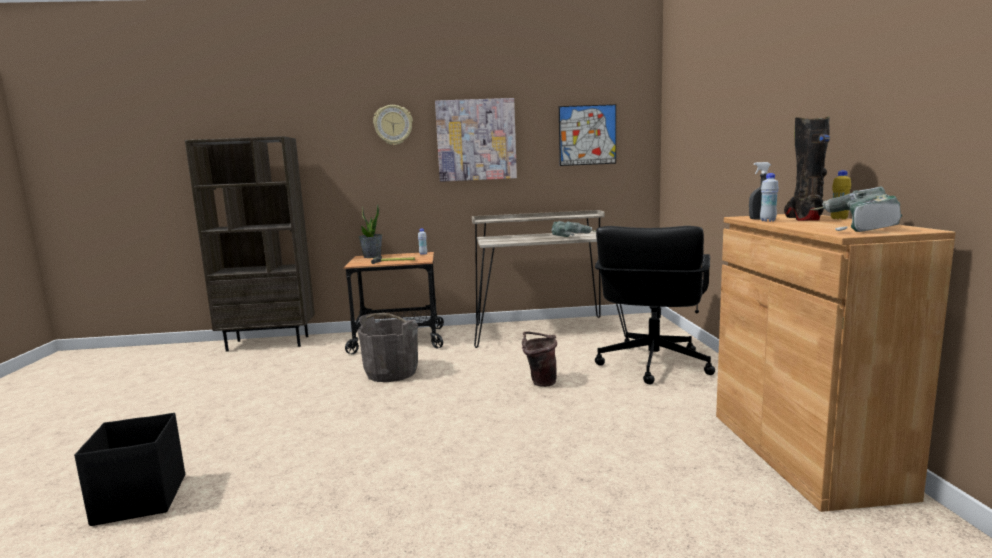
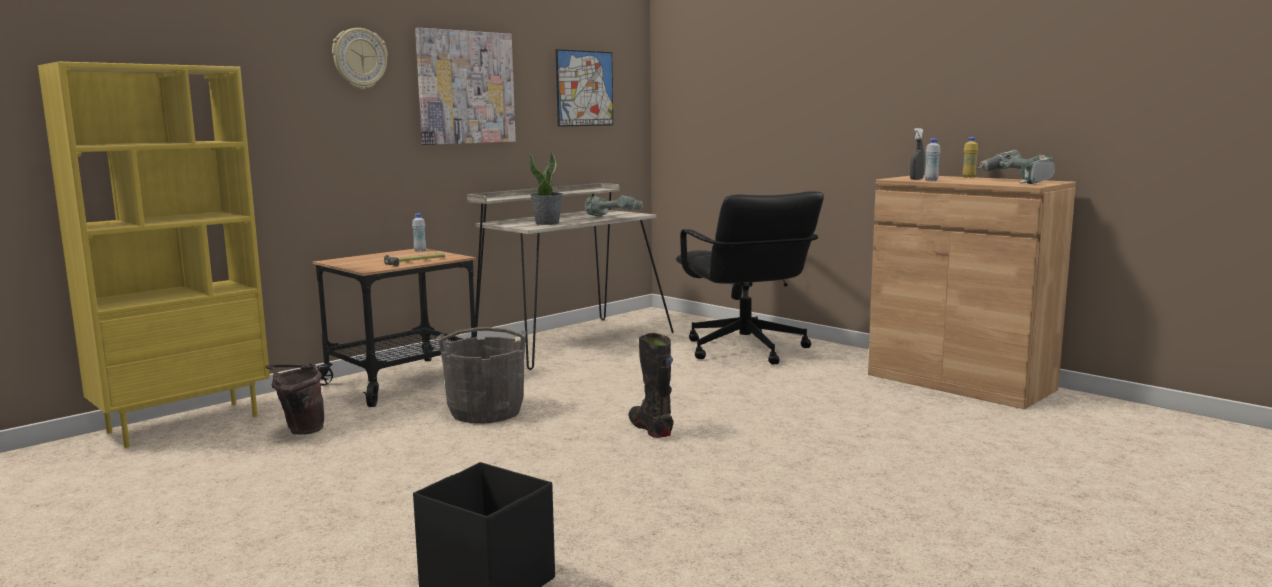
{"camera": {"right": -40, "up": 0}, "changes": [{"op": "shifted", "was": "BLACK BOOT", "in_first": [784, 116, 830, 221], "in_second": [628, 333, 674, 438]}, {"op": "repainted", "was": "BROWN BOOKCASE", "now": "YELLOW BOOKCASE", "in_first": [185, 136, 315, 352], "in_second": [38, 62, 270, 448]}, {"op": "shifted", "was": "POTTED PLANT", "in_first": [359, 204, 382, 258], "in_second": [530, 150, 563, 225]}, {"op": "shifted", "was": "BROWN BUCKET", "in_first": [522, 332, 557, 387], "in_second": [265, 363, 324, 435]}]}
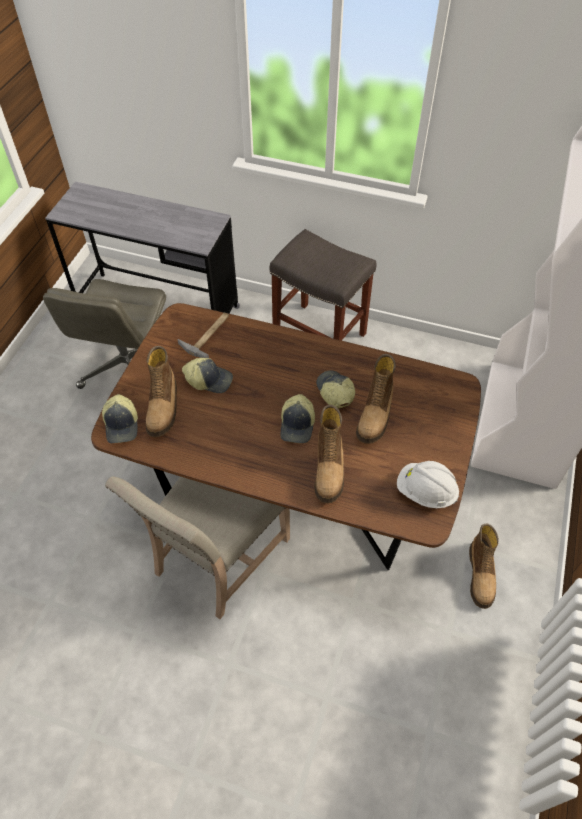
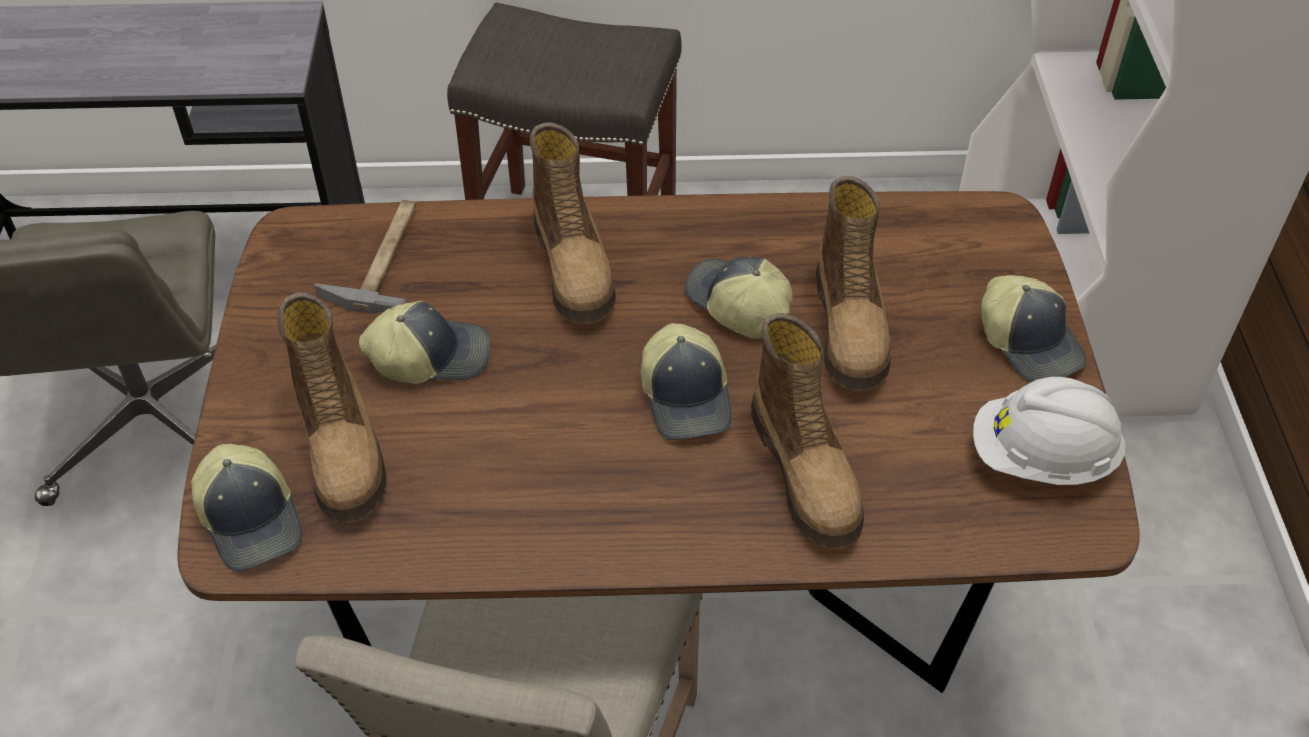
{"camera": {"right": -20, "up": -5}, "changes": [{"op": "shifted", "was": "BOOT", "in_first": [469, 524, 499, 609], "in_second": [530, 122, 616, 324]}, {"op": "new", "now": "CAP", "in_second": [981, 275, 1087, 383]}]}
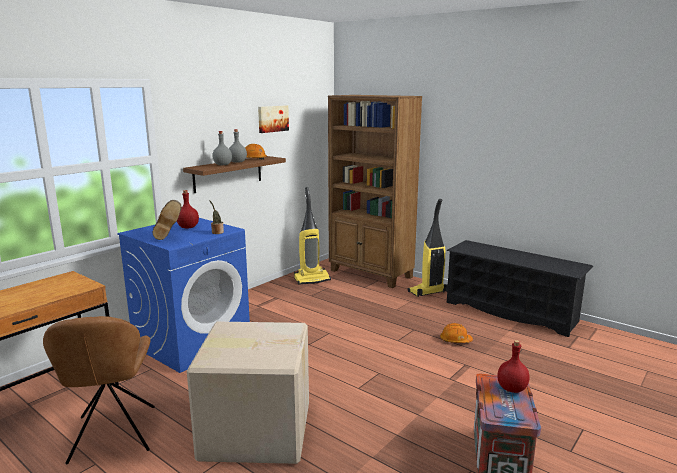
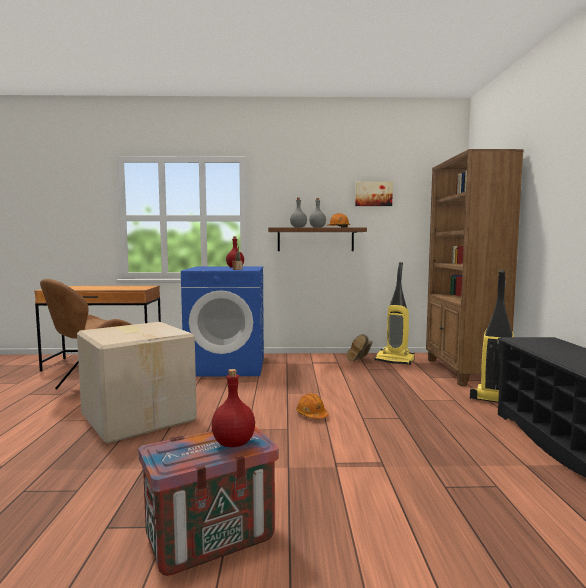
{"camera": {"right": 50, "up": -10}, "changes": [{"op": "shifted", "was": "BROWN BOOT", "in_first": [152, 200, 181, 240], "in_second": [347, 334, 373, 361]}, {"op": "shifted", "was": "ORANGE HARD HAT", "in_first": [440, 323, 473, 343], "in_second": [296, 393, 329, 419]}]}
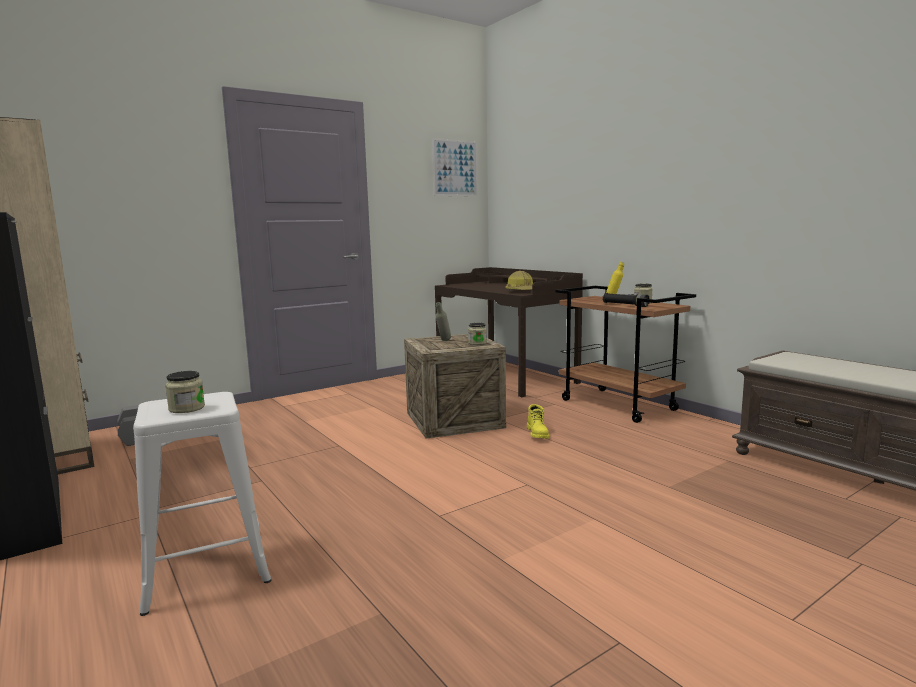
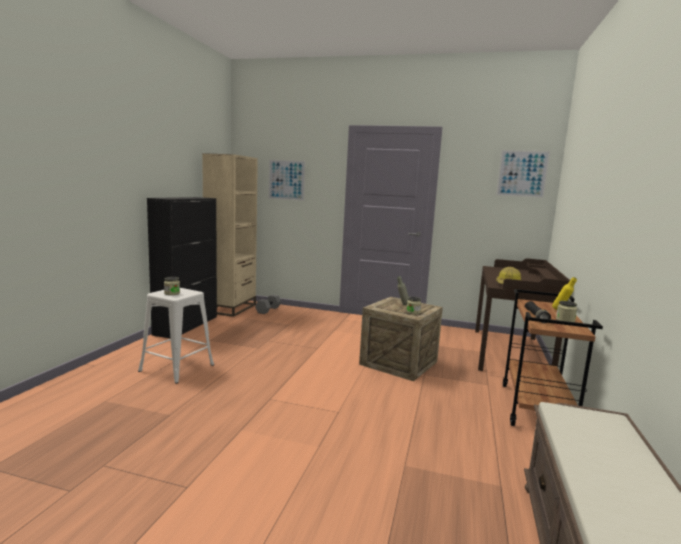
{"camera": {"right": 50, "up": 0}, "changes": [{"op": "gone", "was": "YELLOW BOOT", "in_first": [527, 404, 549, 438]}, {"op": "new", "now": "PICTURE", "in_second": [268, 159, 306, 201]}]}
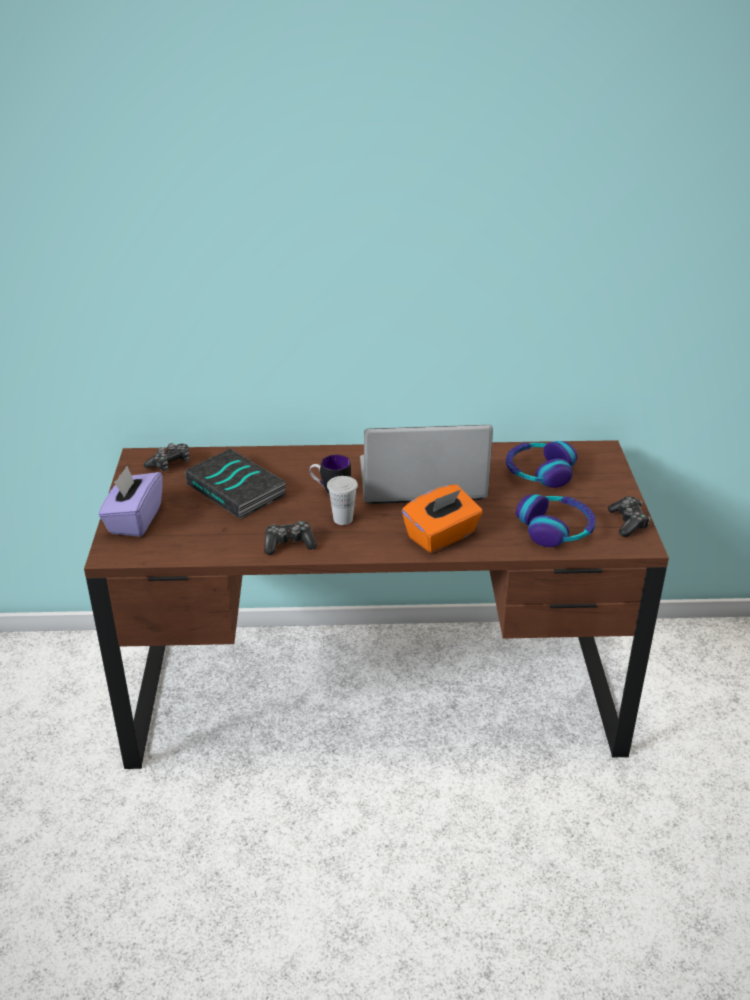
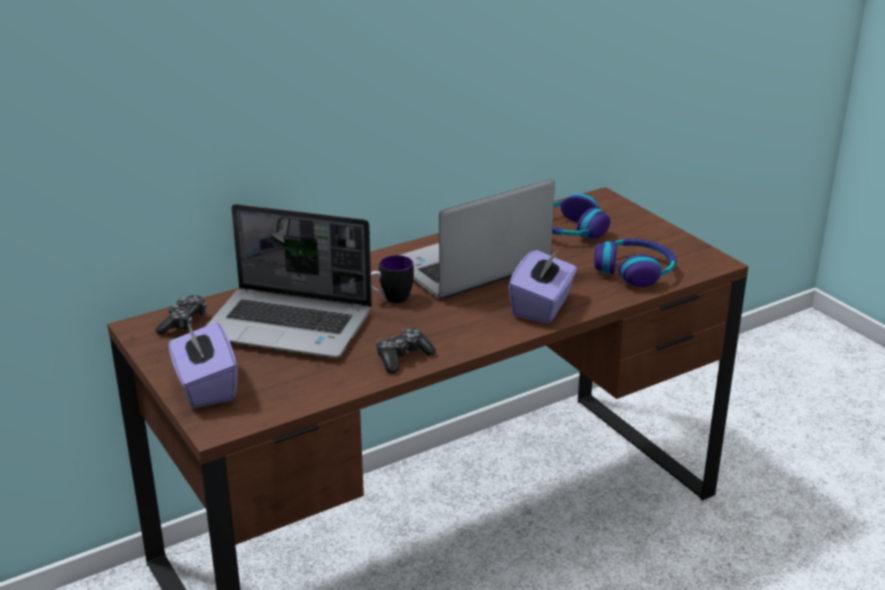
{"camera": {"right": -30, "up": -5}, "changes": [{"op": "swapped", "was": "BOOK", "now": "LAPTOP", "in_first": [185, 449, 286, 519], "in_second": [206, 204, 372, 358]}, {"op": "gone", "was": "WHITE CUP", "in_first": [327, 476, 358, 525]}, {"op": "repainted", "was": "ORANGE TISSUE BOX", "now": "PURPLE TISSUE BOX", "in_first": [402, 485, 483, 553], "in_second": [508, 248, 577, 323]}, {"op": "gone", "was": "GAME CONTROLLER", "in_first": [608, 496, 650, 537]}]}
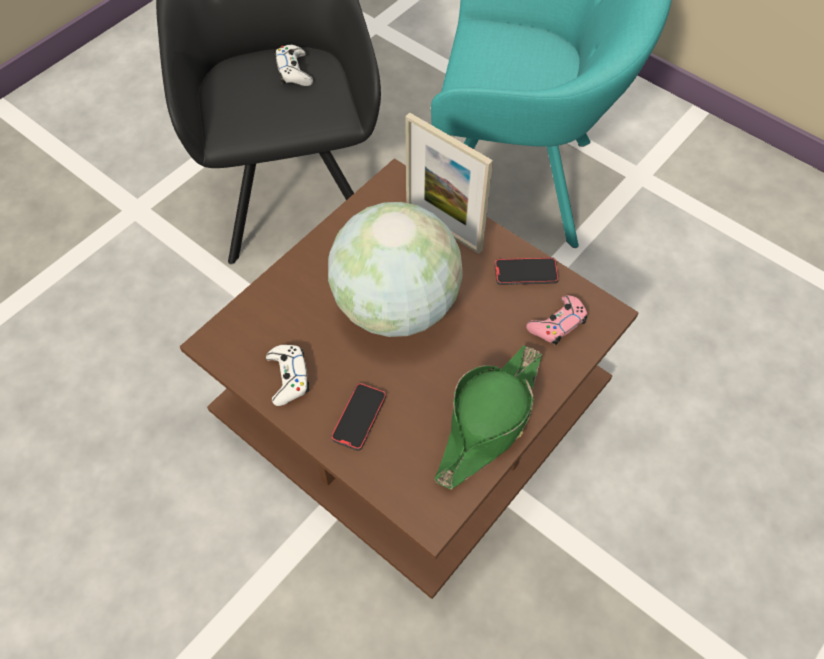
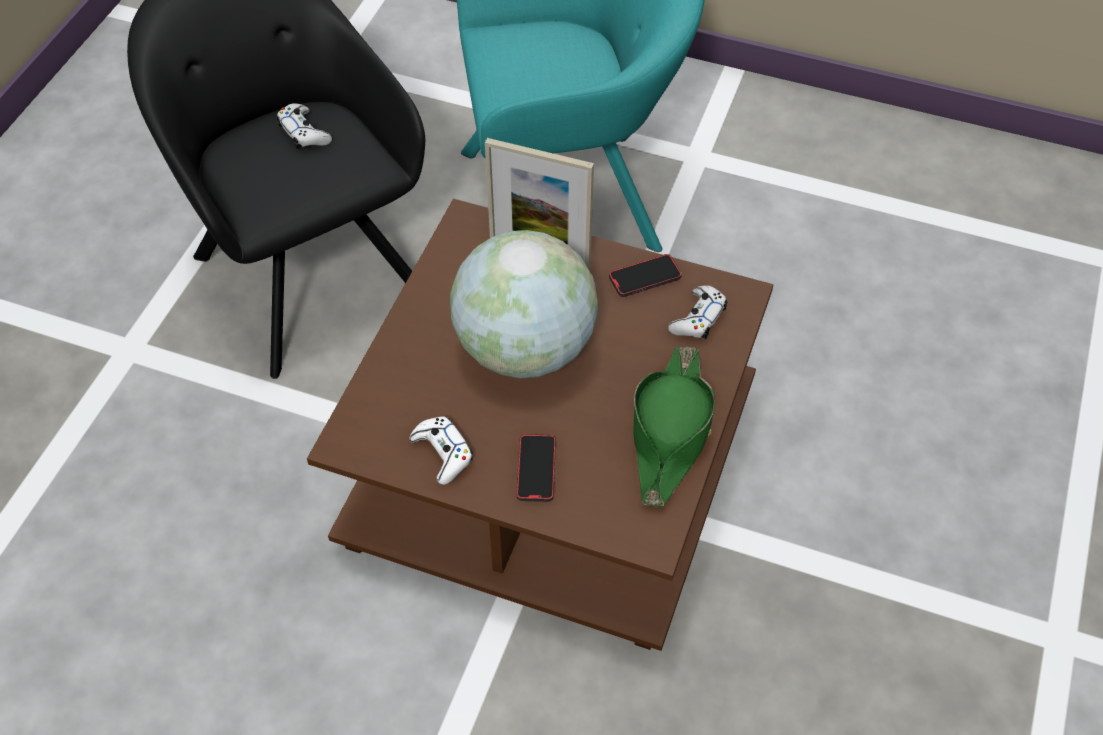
{"camera": {"right": -20, "up": -5}, "changes": [{"op": "repainted", "was": "PINK GAME CONTROLLER", "now": "WHITE GAME CONTROLLER", "in_first": [526, 295, 588, 345], "in_second": [668, 285, 727, 339]}]}
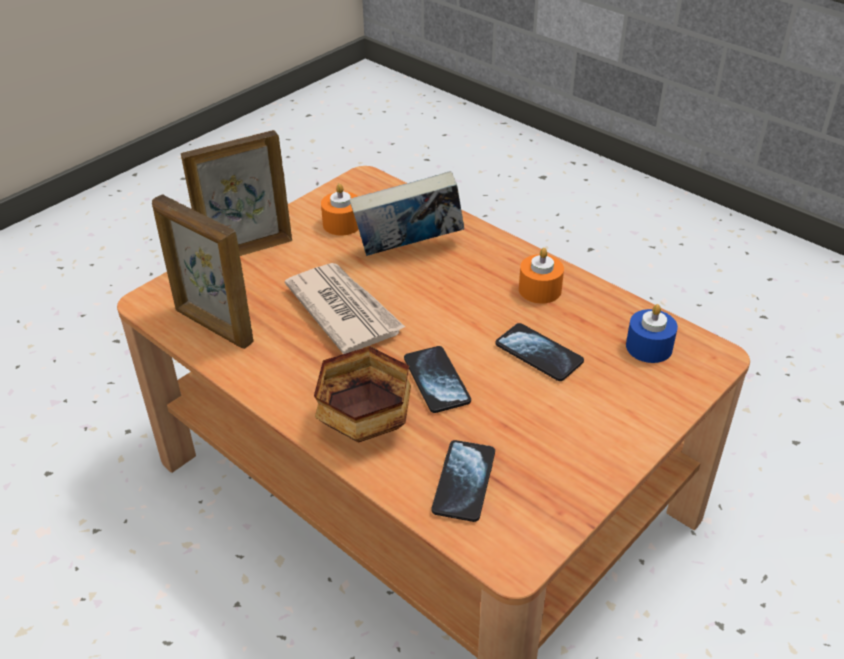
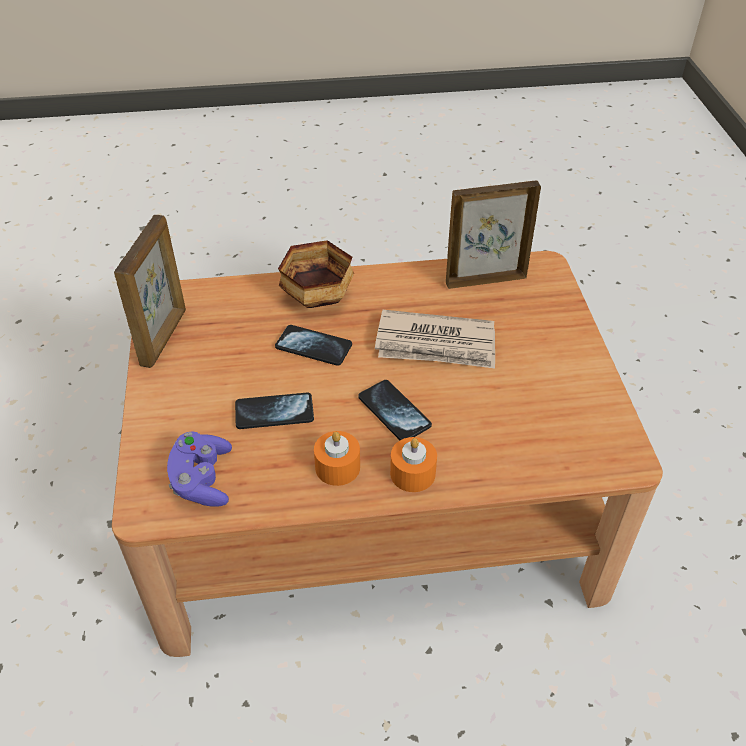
{"camera": {"right": 130, "up": 5}, "changes": [{"op": "shifted", "was": "PICTURE FRAME", "in_first": [181, 130, 292, 256], "in_second": [114, 215, 186, 368]}, {"op": "gone", "was": "BOOK", "in_first": [349, 171, 464, 256]}, {"op": "shifted", "was": "ORANGE CANDLE", "in_first": [321, 184, 359, 236], "in_second": [390, 437, 437, 492]}, {"op": "swapped", "was": "BLUE CANDLE", "now": "PURPLE GAME CONTROLLER", "in_first": [626, 304, 678, 363], "in_second": [167, 431, 232, 507]}, {"op": "shifted", "was": "PHONE", "in_first": [431, 440, 495, 522], "in_second": [358, 380, 432, 440]}]}
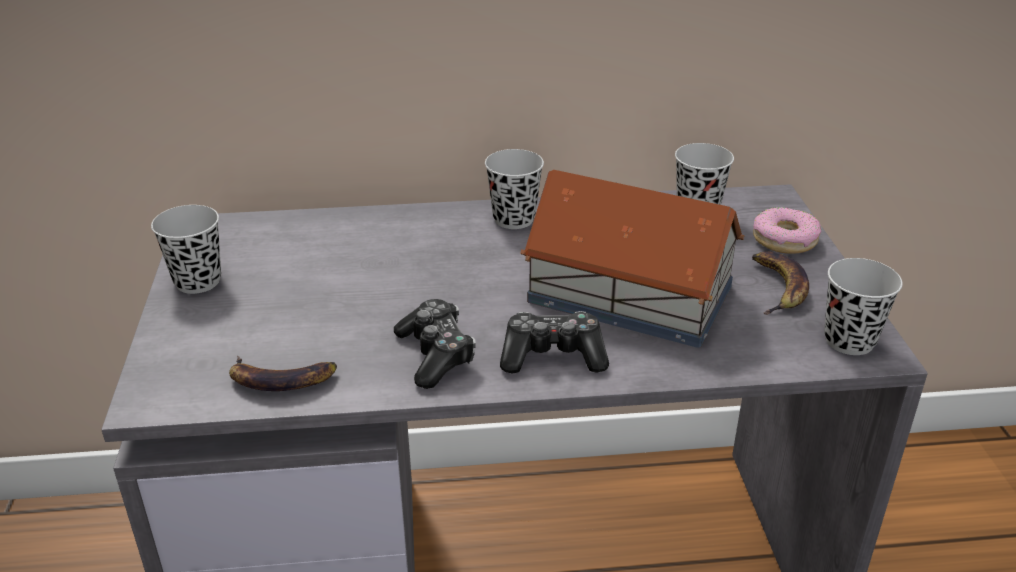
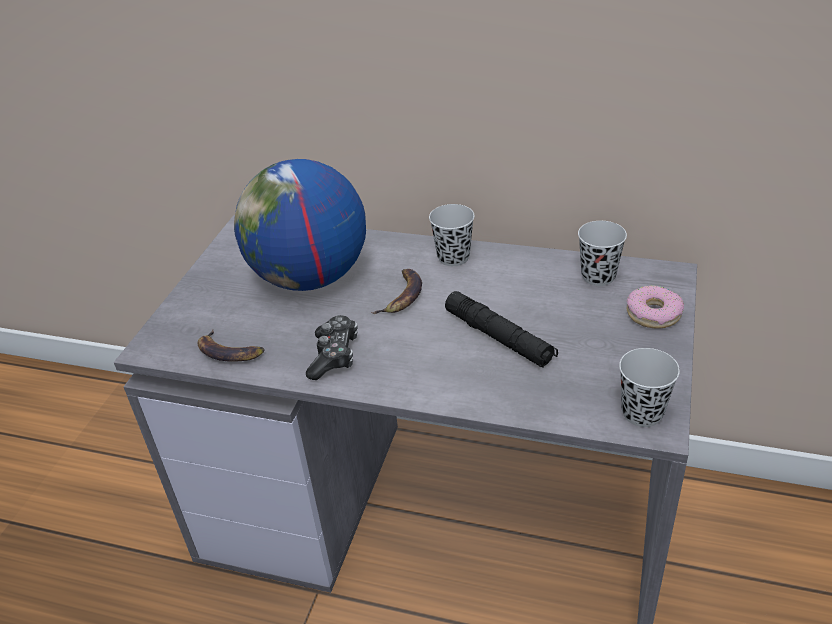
{"camera": {"right": 25, "up": 5}, "changes": [{"op": "swapped", "was": "TOY HOUSE", "now": "BLACK FLASHLIGHT", "in_first": [520, 170, 744, 348], "in_second": [445, 291, 558, 368]}, {"op": "gone", "was": "BLACK CUP", "in_first": [151, 205, 221, 294]}, {"op": "shifted", "was": "BANANA", "in_first": [752, 251, 809, 315], "in_second": [371, 269, 422, 314]}, {"op": "gone", "was": "GAME CONTROLLER", "in_first": [500, 311, 609, 373]}, {"op": "new", "now": "GLOBE", "in_second": [234, 159, 366, 291]}]}
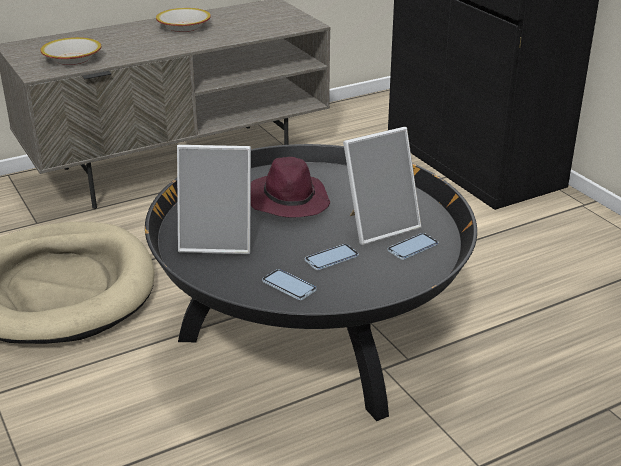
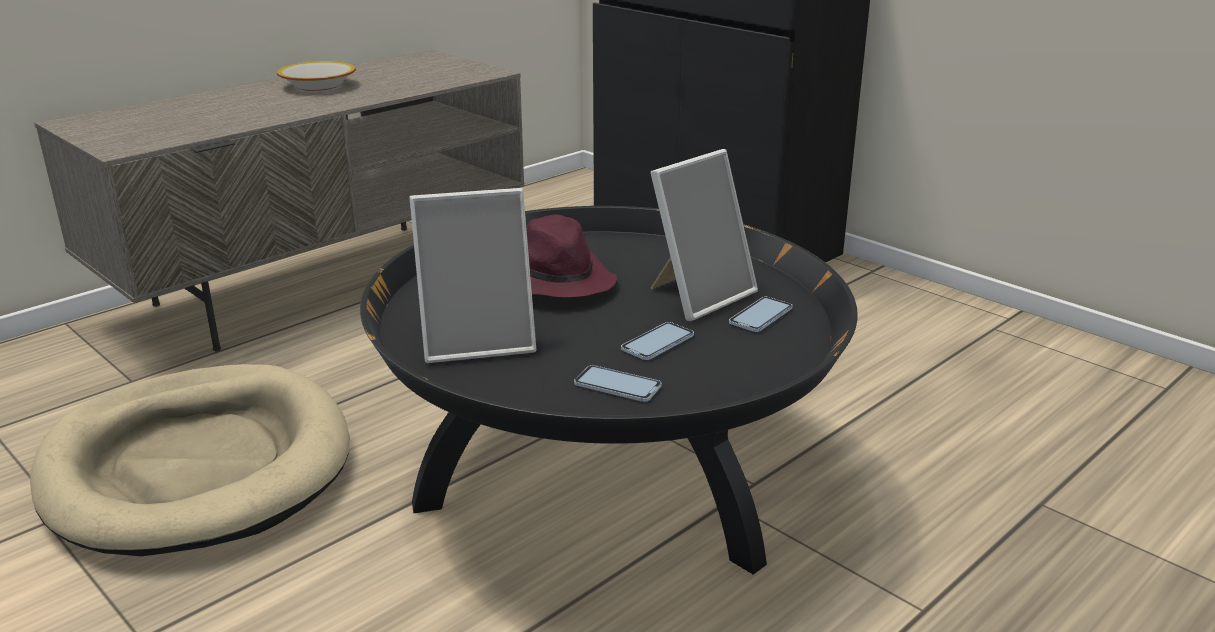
{"camera": {"right": -15, "up": -5}, "changes": [{"op": "gone", "was": "BOWL", "in_first": [40, 37, 101, 65]}]}
